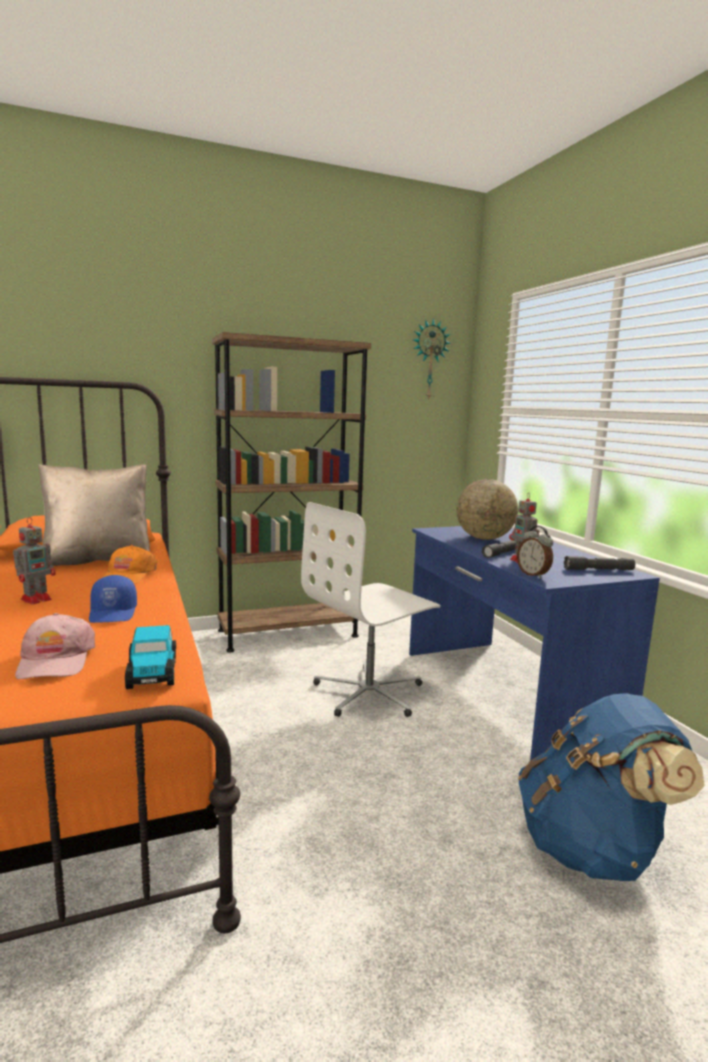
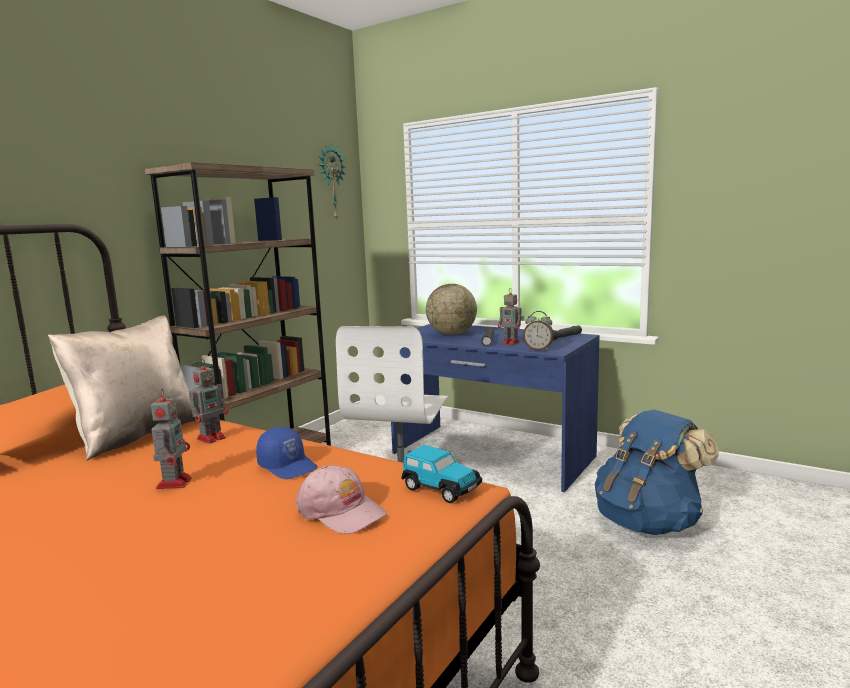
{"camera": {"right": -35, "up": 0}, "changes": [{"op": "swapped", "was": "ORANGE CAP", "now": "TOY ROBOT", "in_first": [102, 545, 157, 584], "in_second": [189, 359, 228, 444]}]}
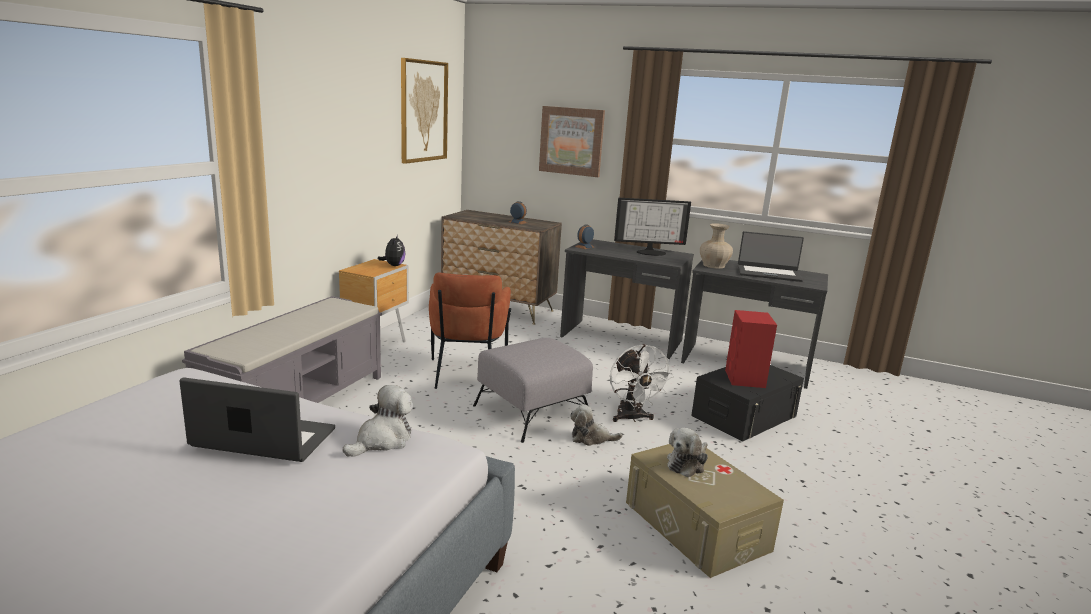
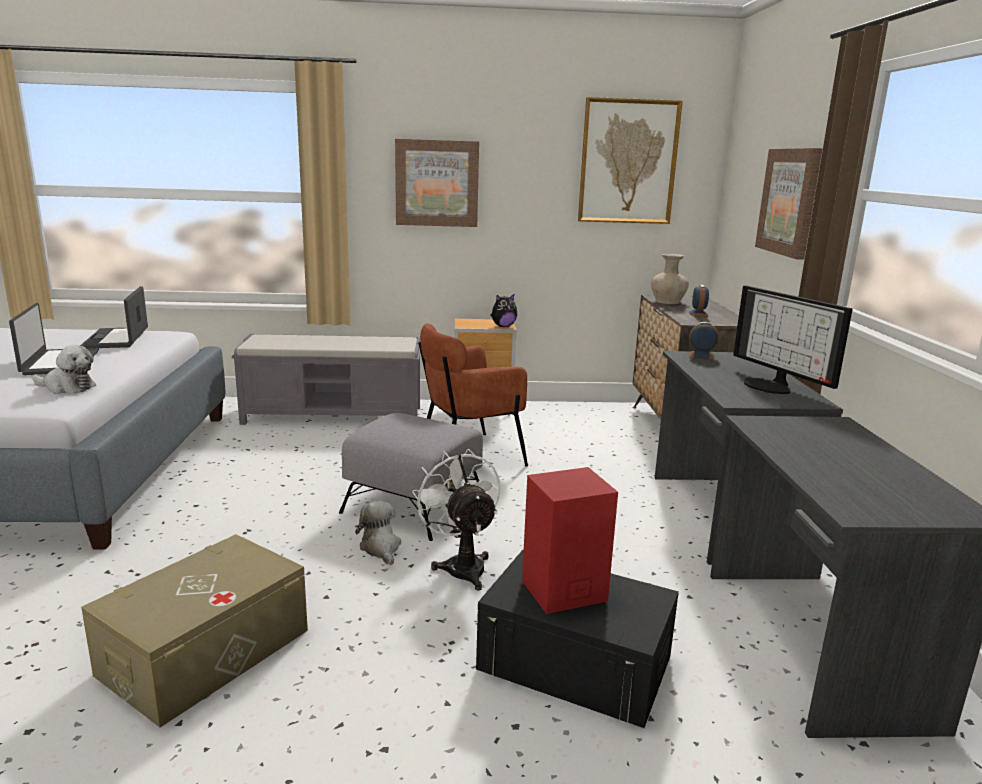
{"camera": {"right": 65, "up": 0}, "changes": [{"op": "shifted", "was": "BEIGE VASE", "in_first": [700, 223, 733, 269], "in_second": [651, 254, 689, 304]}, {"op": "shifted", "was": "LAPTOP", "in_first": [738, 231, 804, 282], "in_second": [80, 286, 148, 348]}, {"op": "rotated", "was": "WHITE FAN", "in_first": [610, 344, 674, 422], "in_second": [412, 449, 501, 591], "clockwise": 105}, {"op": "gone", "was": "PLUSH TOY", "in_first": [667, 428, 708, 477]}, {"op": "new", "now": "PICTURE", "in_second": [395, 139, 479, 227]}]}
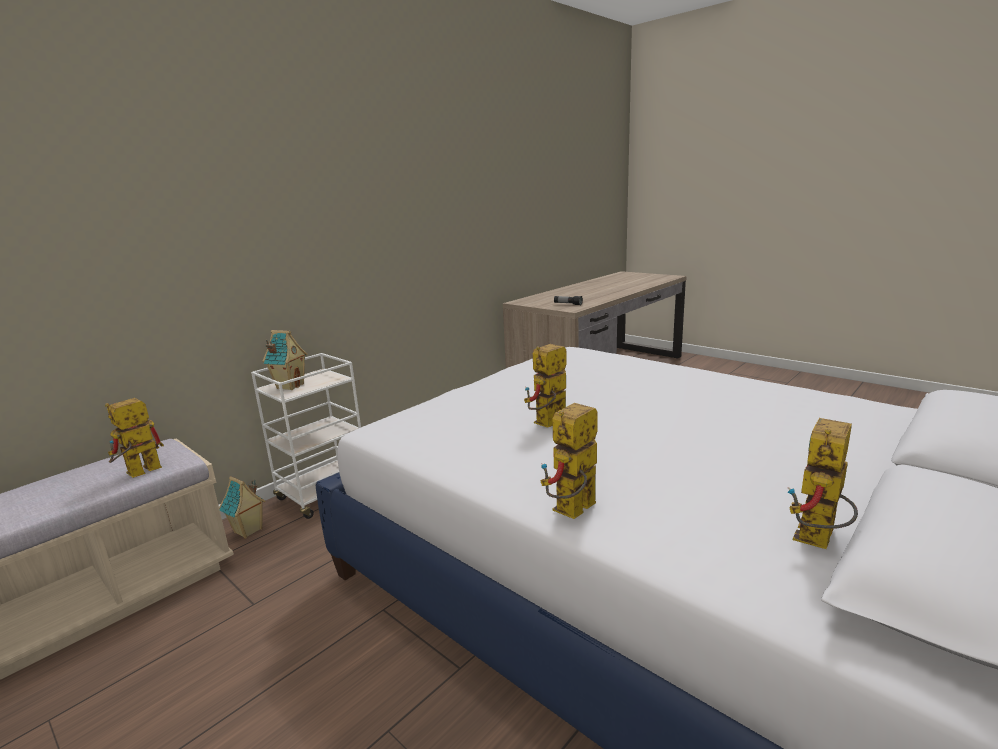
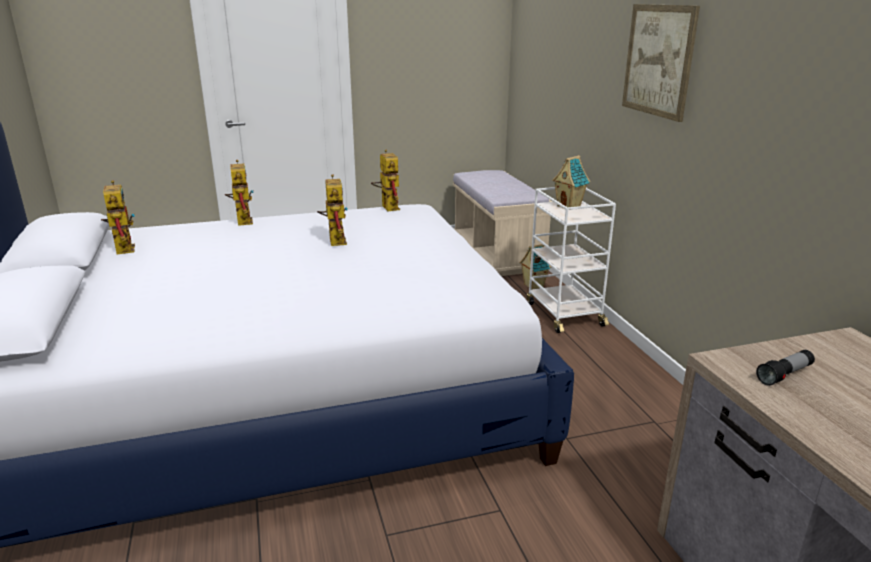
{"camera": {"right": 120, "up": 5}, "changes": [{"op": "shifted", "was": "TOY ROBOT", "in_first": [105, 398, 164, 478], "in_second": [371, 150, 400, 211]}, {"op": "new", "now": "PICTURE", "in_second": [622, 4, 700, 122]}]}
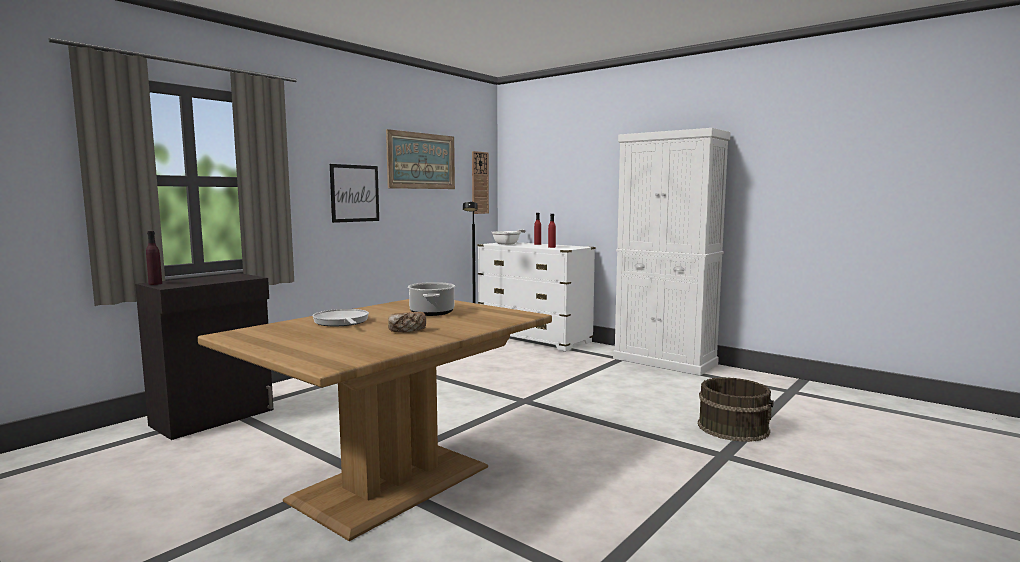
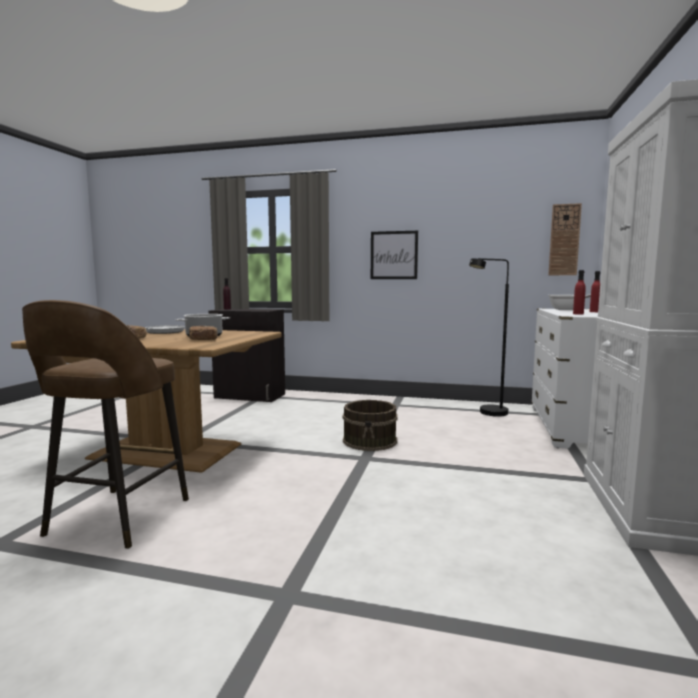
{"camera": {"right": 65, "up": 0}, "changes": [{"op": "gone", "was": "PICTURE", "in_first": [386, 129, 455, 189]}, {"op": "shifted", "was": "BROWN BUCKET", "in_first": [698, 377, 774, 442], "in_second": [343, 400, 398, 451]}, {"op": "new", "now": "BROWN STOOL", "in_second": [22, 300, 189, 549]}, {"op": "new", "now": "BREAD", "in_second": [189, 326, 218, 340]}]}
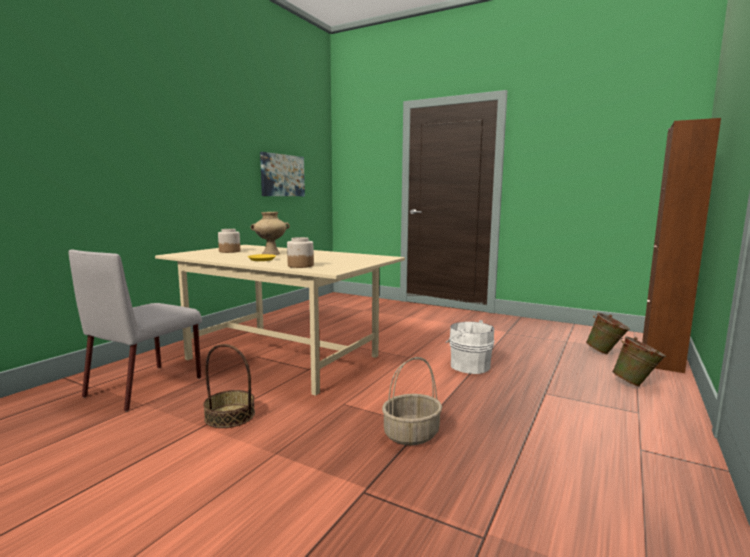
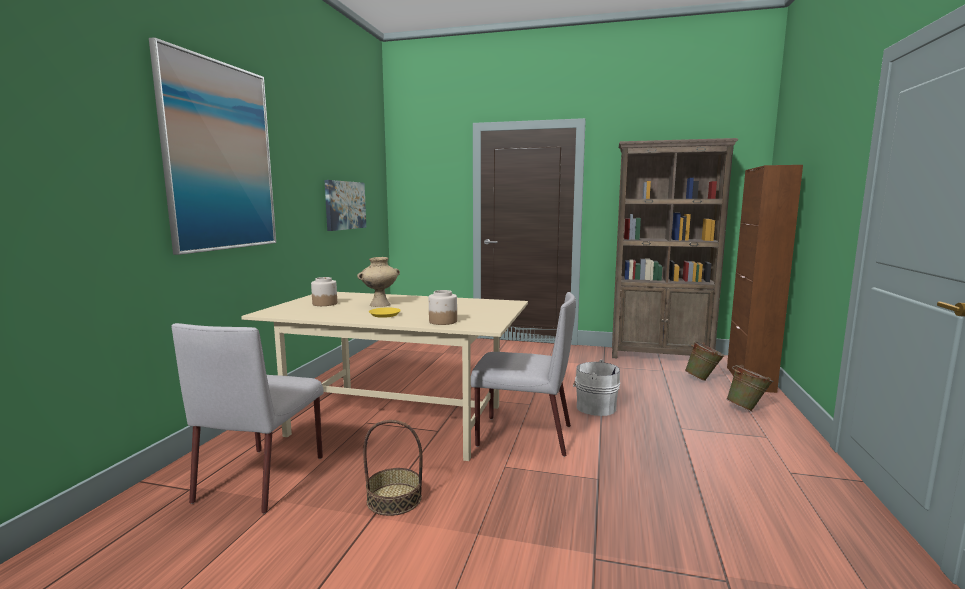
{"camera": {"right": -15, "up": 0}, "changes": [{"op": "gone", "was": "BASKET", "in_first": [382, 357, 442, 445]}, {"op": "new", "now": "PICTURE", "in_second": [149, 37, 276, 255]}, {"op": "new", "now": "BROWN BOOKCASE", "in_second": [612, 138, 738, 358]}, {"op": "new", "now": "GREY CHAIR", "in_second": [471, 292, 576, 457]}]}
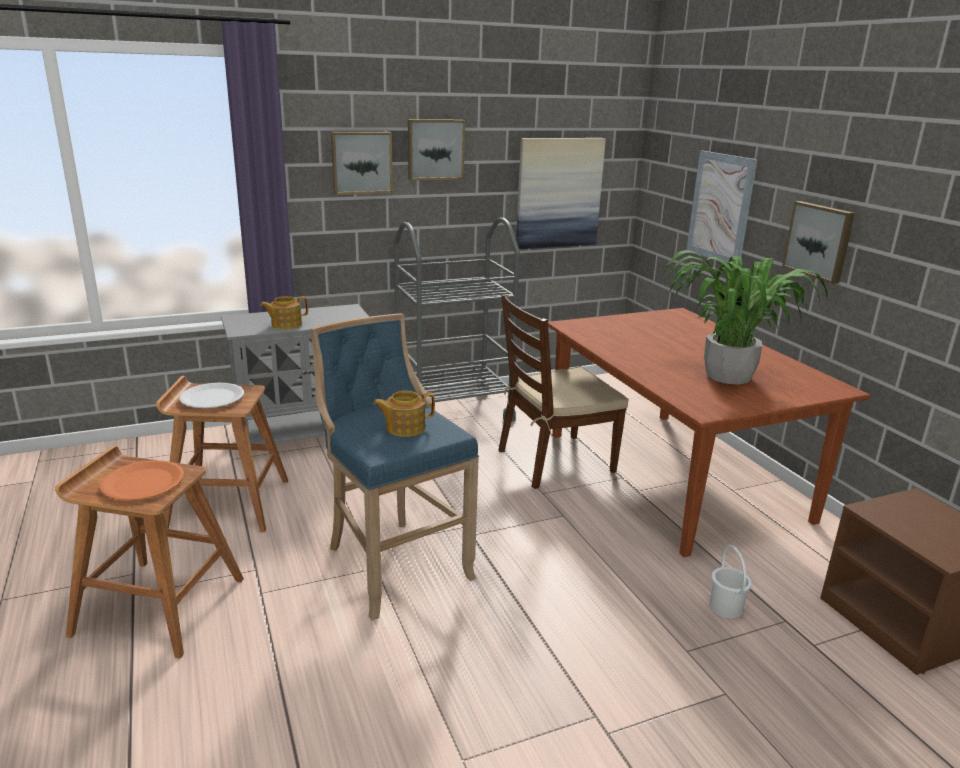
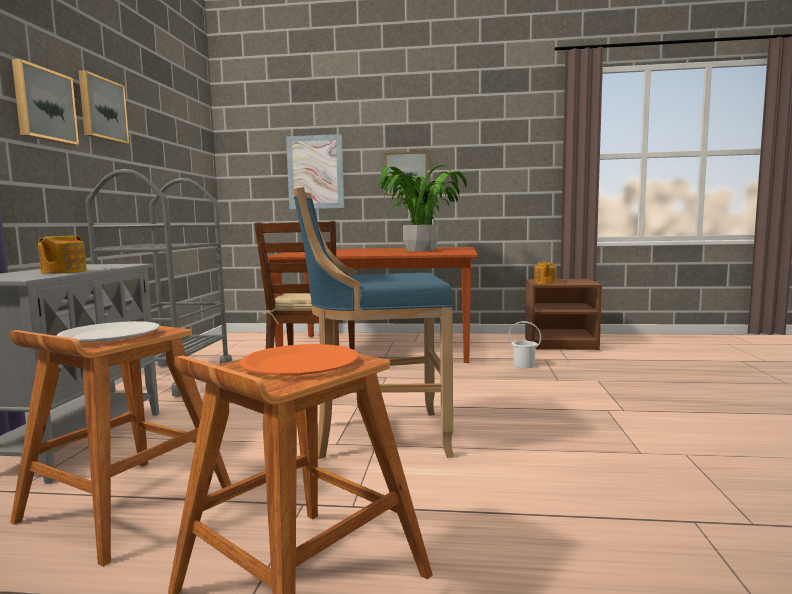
{"camera": {"right": -60, "up": -15}, "changes": [{"op": "gone", "was": "PICTURE", "in_first": [516, 138, 606, 249]}, {"op": "shifted", "was": "TEAPOT", "in_first": [373, 391, 435, 437], "in_second": [534, 262, 557, 284]}]}
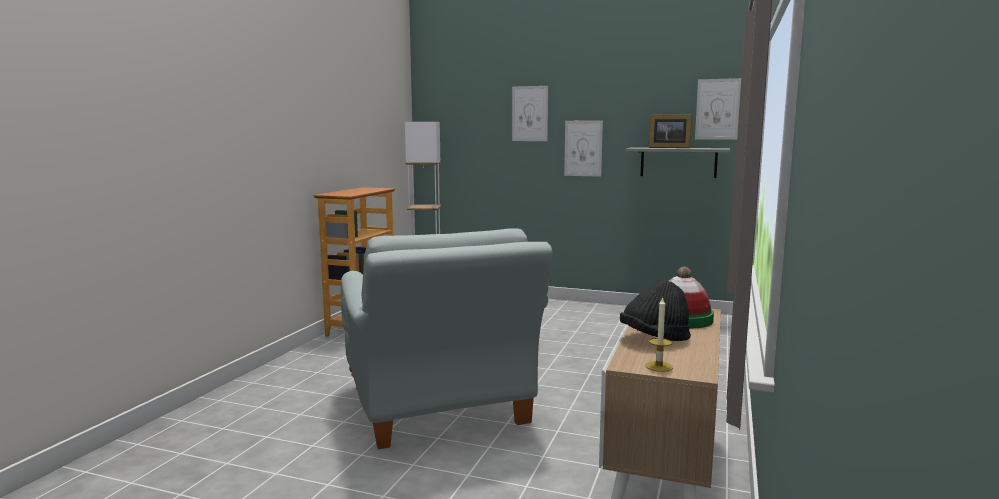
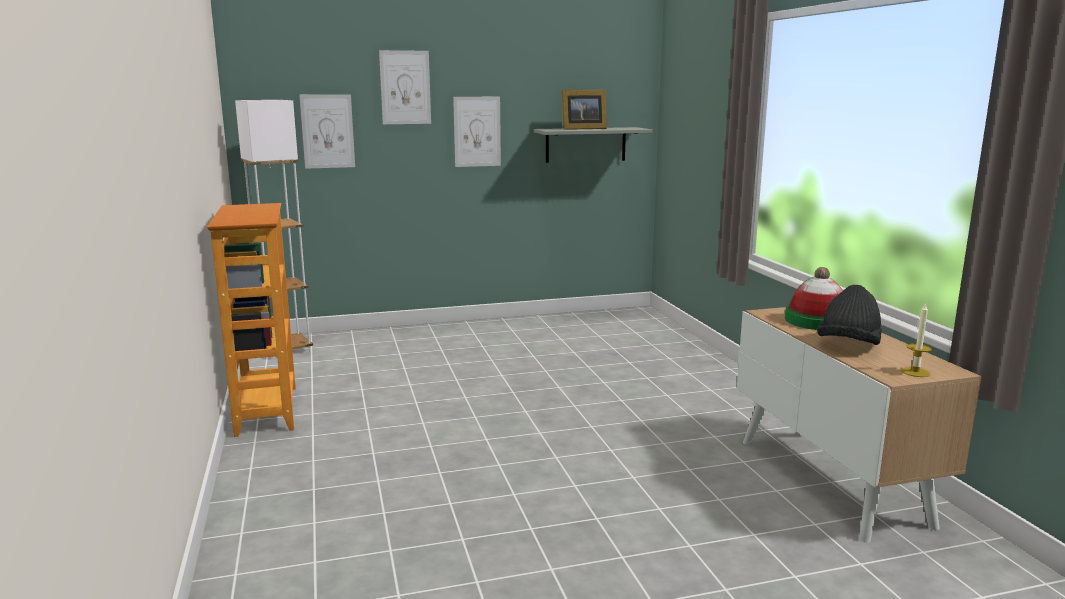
{"camera": {"right": -35, "up": 5}, "changes": [{"op": "shifted", "was": "PICTURE", "in_first": [695, 78, 741, 140], "in_second": [300, 94, 355, 169]}, {"op": "gone", "was": "GREY ARMCHAIR", "in_first": [341, 228, 553, 449]}]}
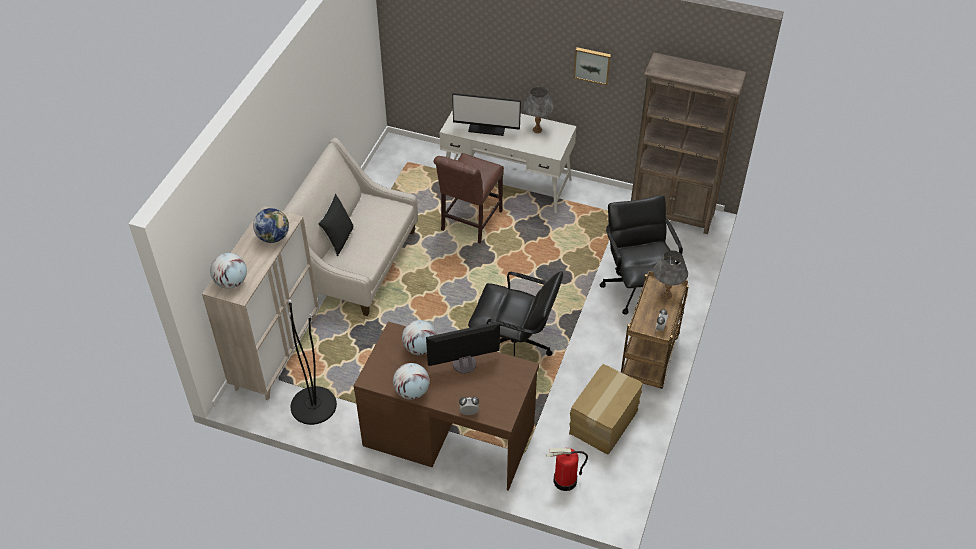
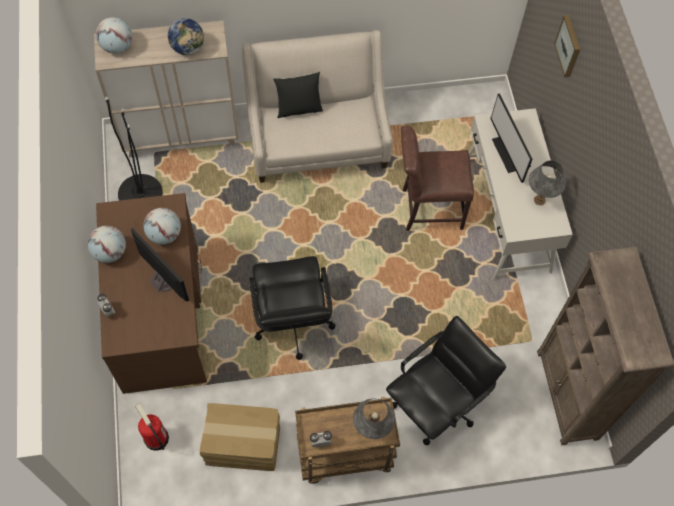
{"camera": {"right": 60, "up": 15}, "changes": [{"op": "shifted", "was": "PICTURE", "in_first": [574, 47, 611, 85], "in_second": [554, 15, 580, 77]}]}
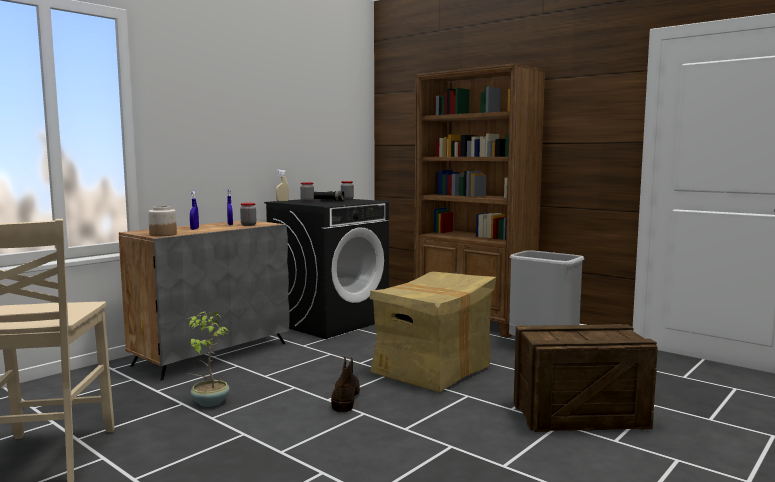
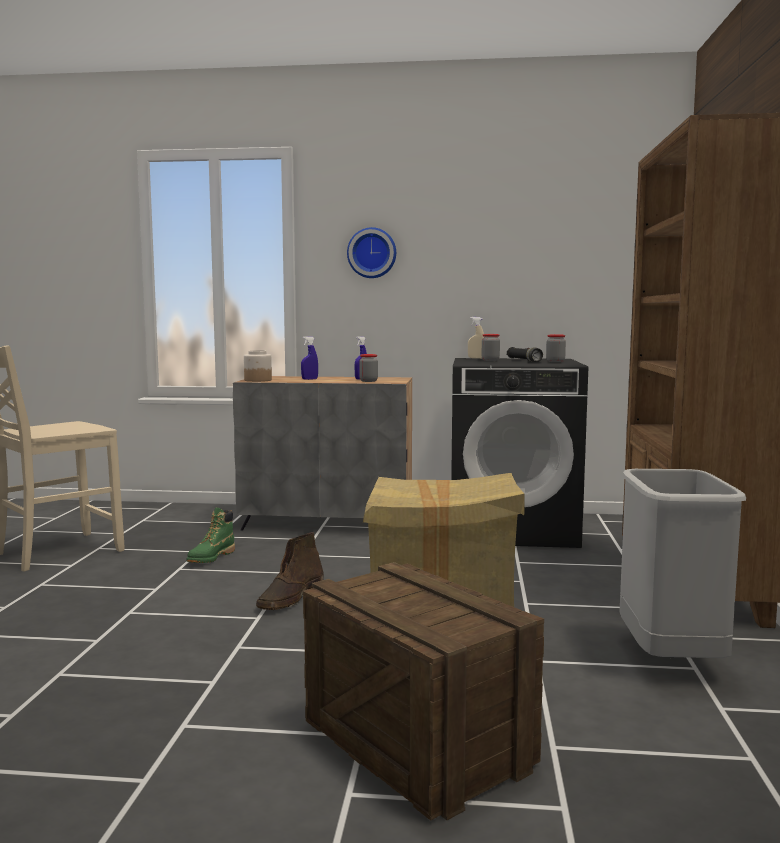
{"camera": {"right": 55, "up": 0}, "changes": [{"op": "swapped", "was": "POTTED PLANT", "now": "GREEN BOOT", "in_first": [187, 312, 230, 407], "in_second": [186, 507, 235, 563]}, {"op": "rotated", "was": "BROWN BOOT", "in_first": [331, 357, 360, 413], "in_second": [256, 532, 324, 610], "clockwise": 150}, {"op": "new", "now": "WALL CLOCK", "in_second": [347, 227, 396, 278]}]}
